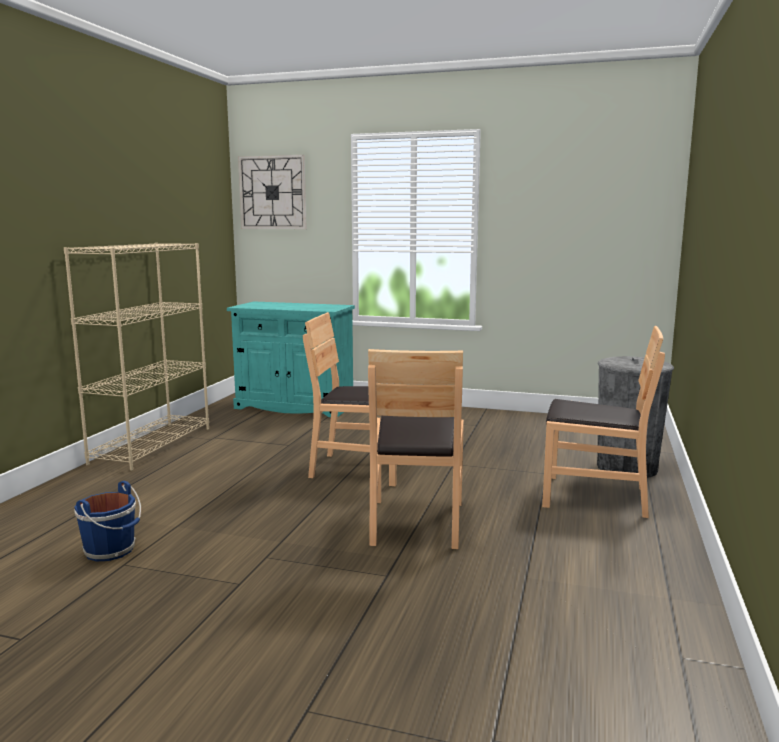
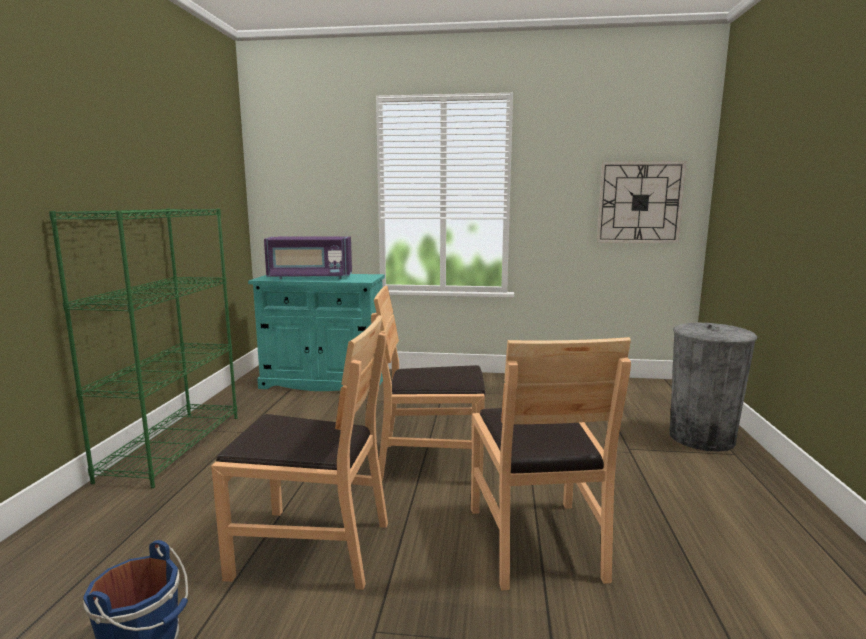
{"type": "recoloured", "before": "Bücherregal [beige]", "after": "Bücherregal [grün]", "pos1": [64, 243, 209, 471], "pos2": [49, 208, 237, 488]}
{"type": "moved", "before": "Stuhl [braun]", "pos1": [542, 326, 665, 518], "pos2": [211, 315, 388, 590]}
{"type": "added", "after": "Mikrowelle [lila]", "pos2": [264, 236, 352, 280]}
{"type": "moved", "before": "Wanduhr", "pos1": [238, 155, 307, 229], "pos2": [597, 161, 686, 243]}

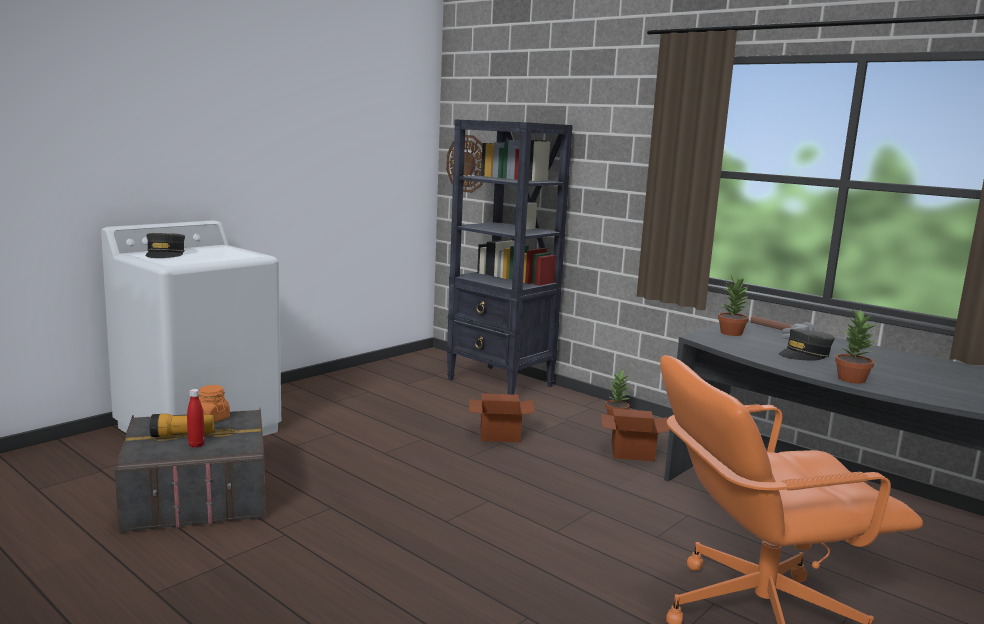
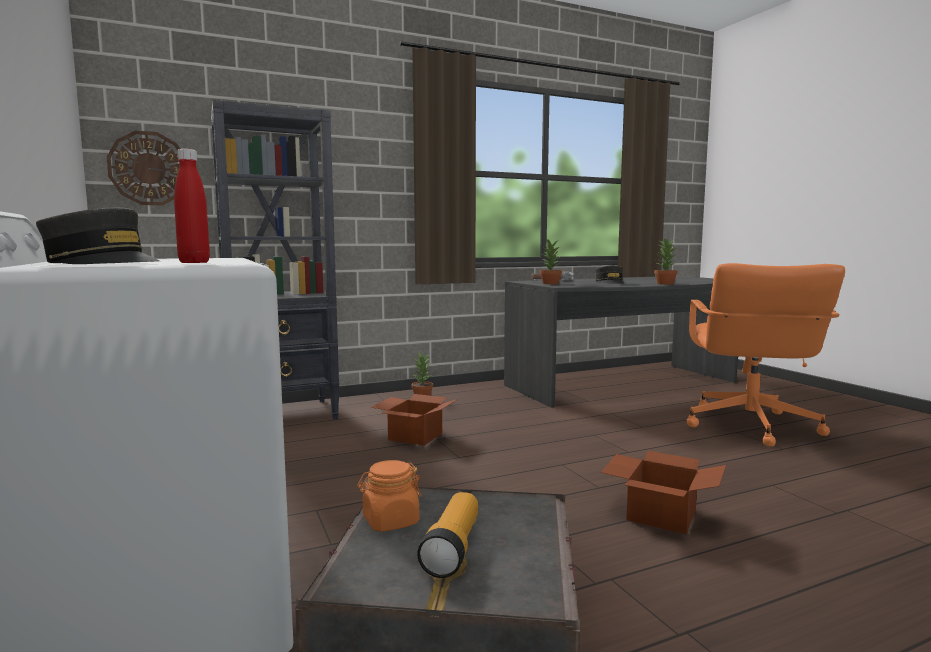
{"type": "moved", "before": "Flasche [rot]", "pos1": [187, 389, 205, 448], "pos2": [174, 149, 210, 263]}
{"type": "moved", "before": "Karton", "pos1": [601, 408, 669, 462], "pos2": [601, 451, 726, 534]}

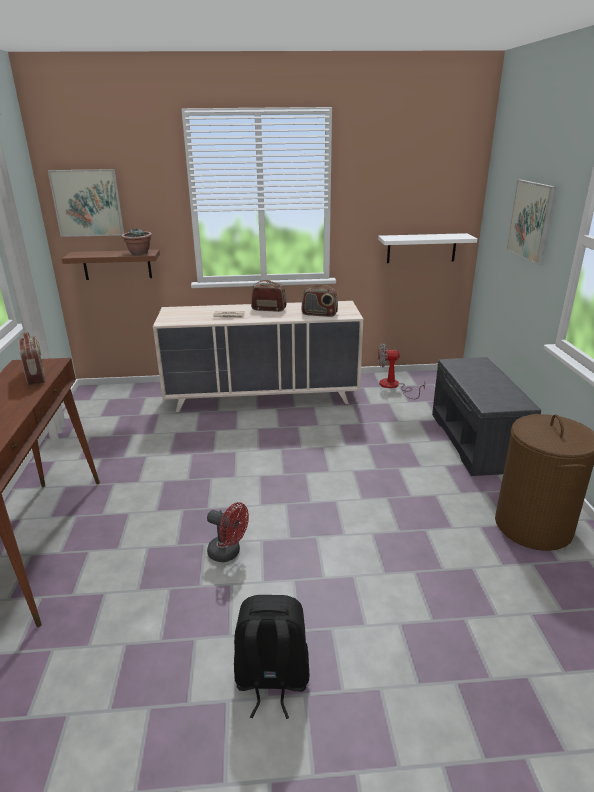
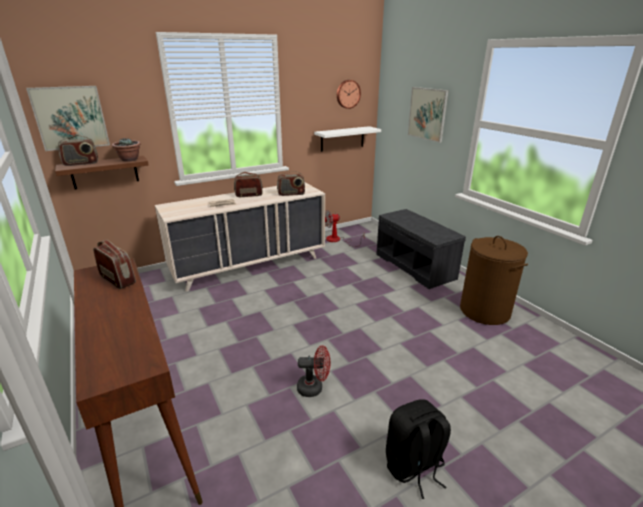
{"type": "added", "after": "Radio", "pos2": [58, 135, 98, 166]}
{"type": "added", "after": "Wanduhr", "pos2": [337, 80, 361, 109]}

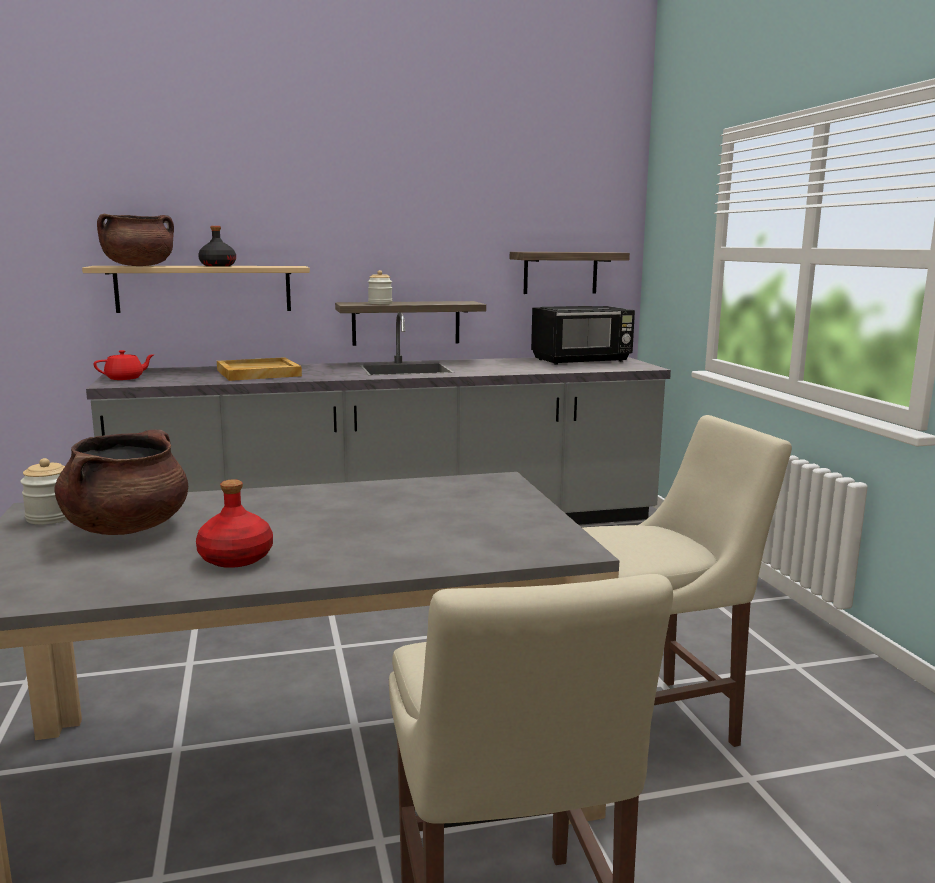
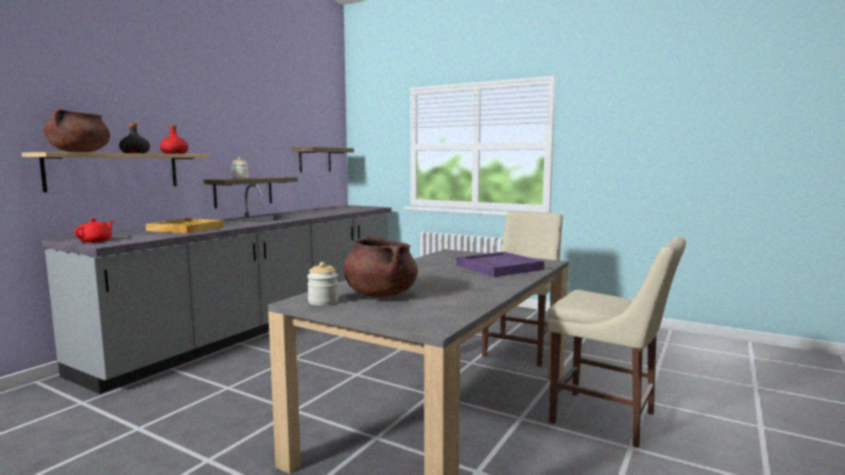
{"type": "moved", "before": "Flasche [rot]", "pos1": [196, 479, 273, 568], "pos2": [160, 125, 188, 154]}
{"type": "added", "after": "Tablett [lila]", "pos2": [456, 252, 544, 277]}
{"type": "removed", "before": "Mikrowelle [schwarz]", "pos1": [531, 306, 635, 365]}

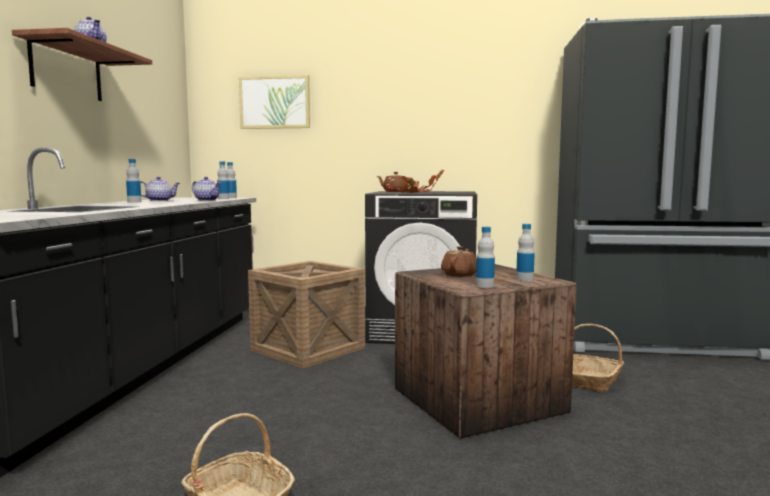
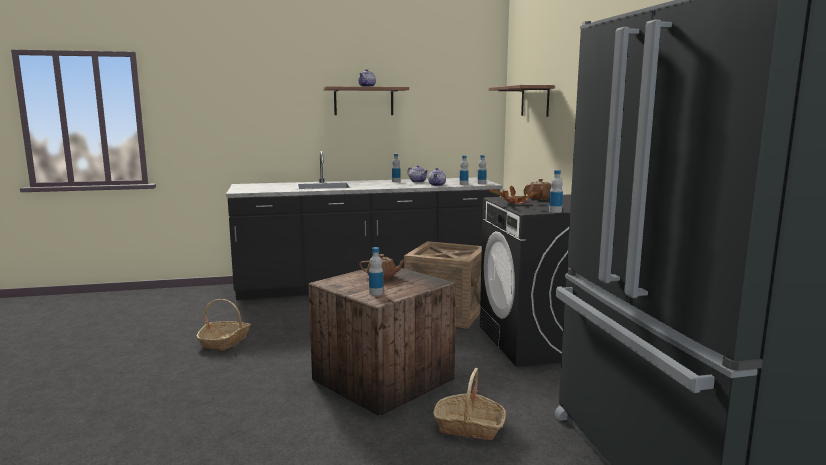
{"type": "replaced", "before": "Bild", "after": "Wandregal", "pos1": [239, 75, 310, 129], "pos2": [489, 85, 555, 117]}
{"type": "moved", "before": "Flasche", "pos1": [476, 227, 495, 288], "pos2": [549, 170, 563, 213]}

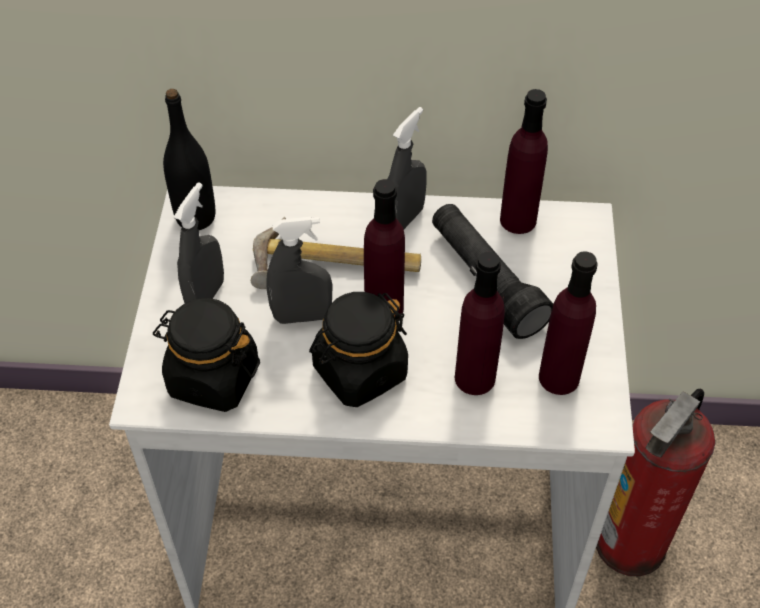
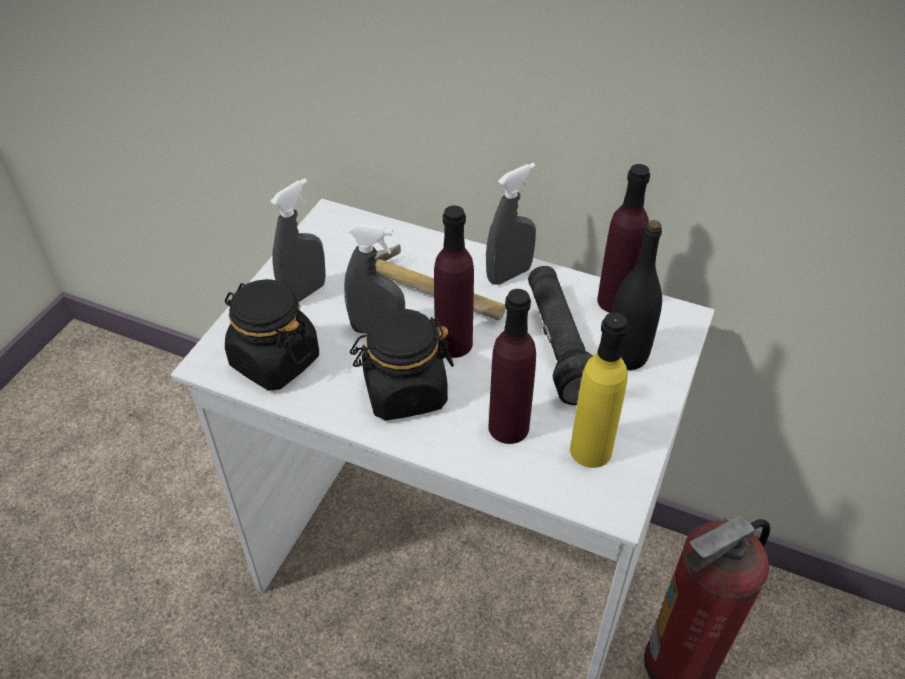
{"type": "recoloured", "before": "Flasche [lila]", "after": "Flasche [gelb]", "pos1": [539, 251, 597, 395], "pos2": [570, 312, 628, 468]}
{"type": "moved", "before": "Flasche [schwarz]", "pos1": [163, 89, 215, 230], "pos2": [612, 220, 662, 370]}

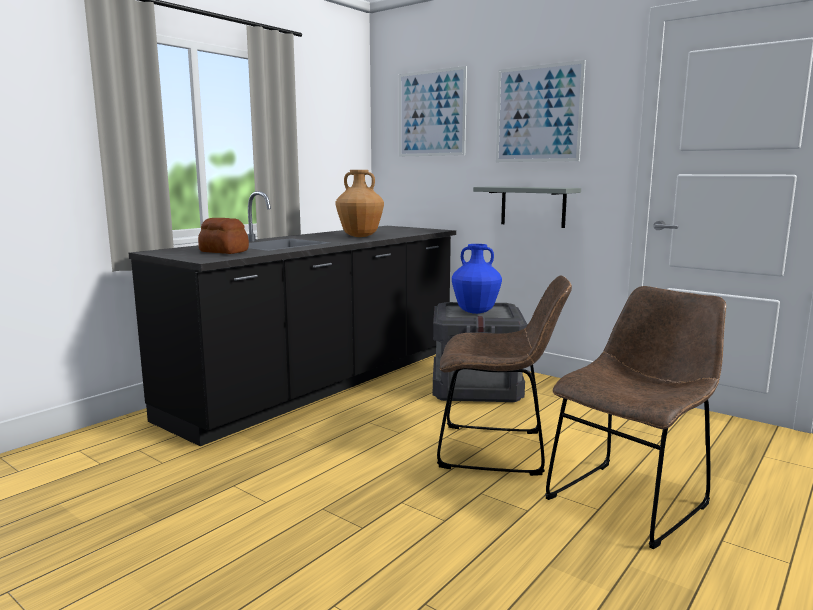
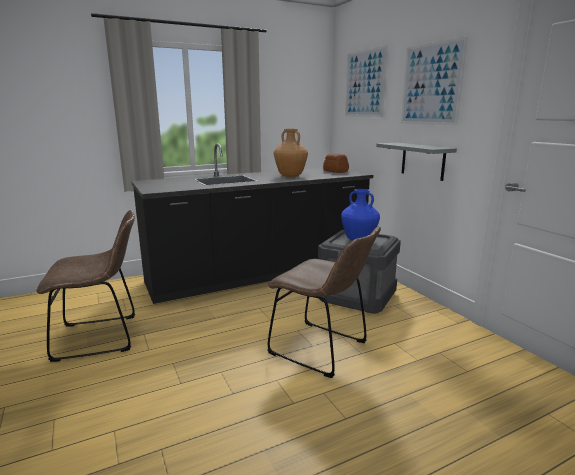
{"type": "moved", "before": "Stuhl [braun]", "pos1": [545, 286, 726, 549], "pos2": [37, 210, 135, 362]}
{"type": "moved", "before": "Brot", "pos1": [198, 218, 249, 254], "pos2": [323, 153, 349, 173]}

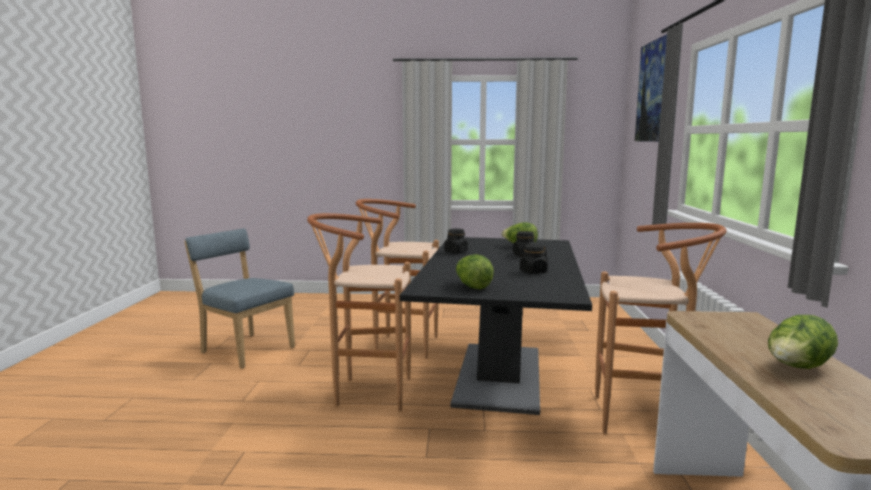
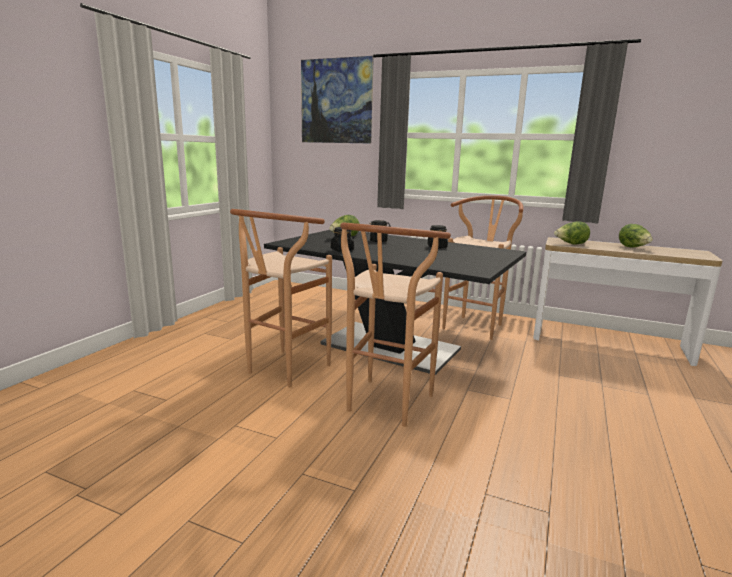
{"type": "moved", "before": "Salatkopf", "pos1": [456, 254, 494, 289], "pos2": [554, 221, 590, 245]}
{"type": "removed", "before": "Stuhl [blau]", "pos1": [184, 228, 295, 369]}

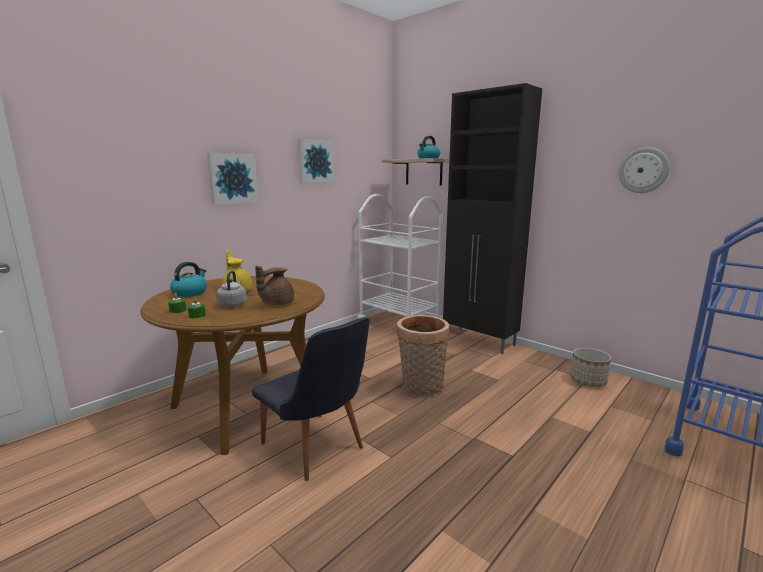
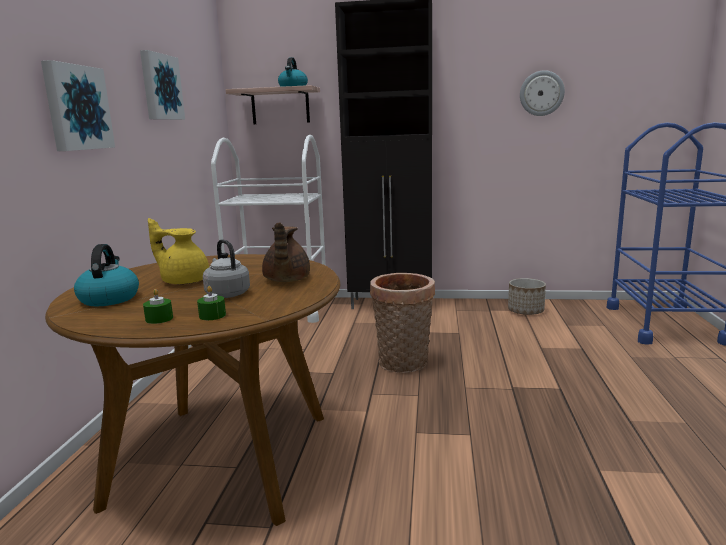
{"type": "removed", "before": "Stuhl [schwarz]", "pos1": [252, 317, 370, 481]}

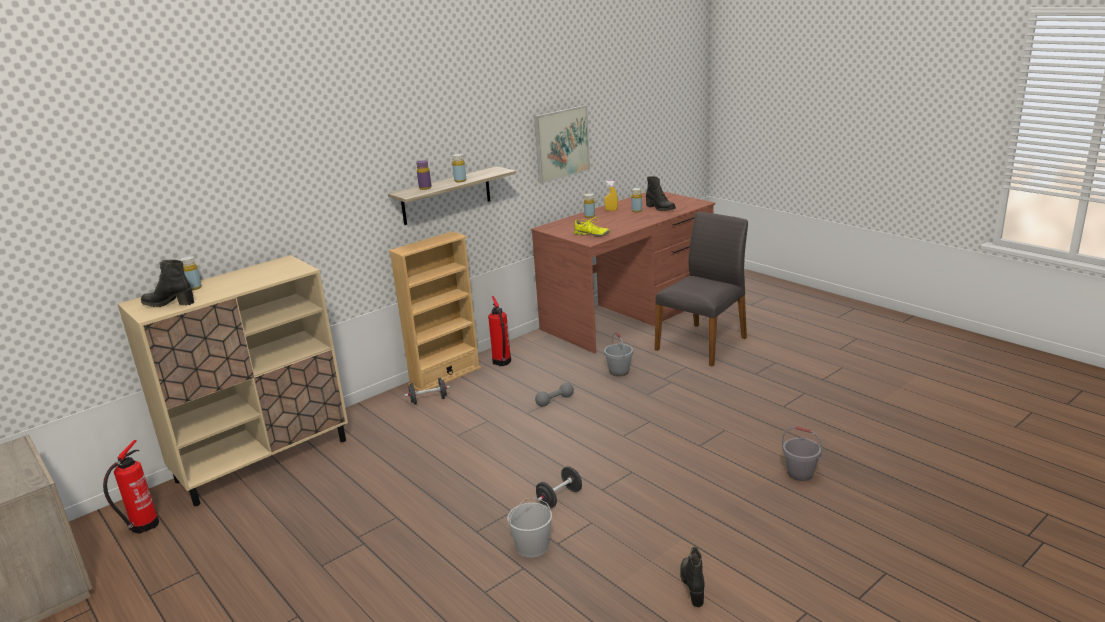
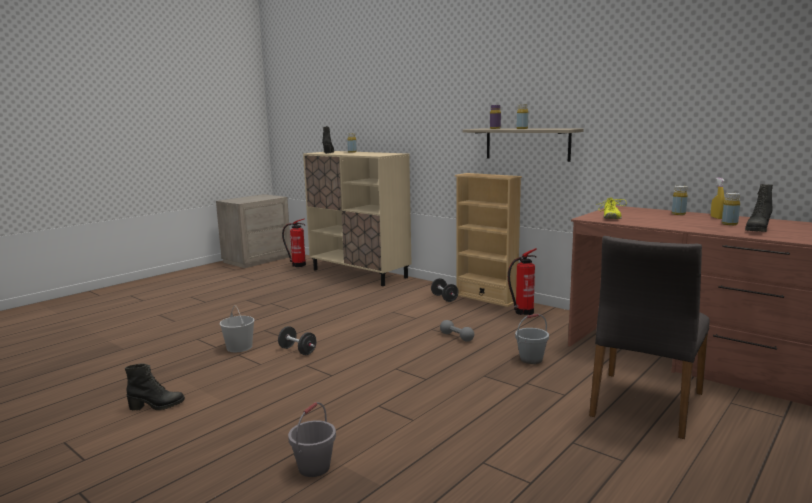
{"type": "turned", "before": "Stuhl [grau]", "pos1": [655, 212, 748, 367], "pos2": [589, 236, 710, 439], "turn": 90}
{"type": "removed", "before": "Bild", "pos1": [534, 105, 590, 184]}

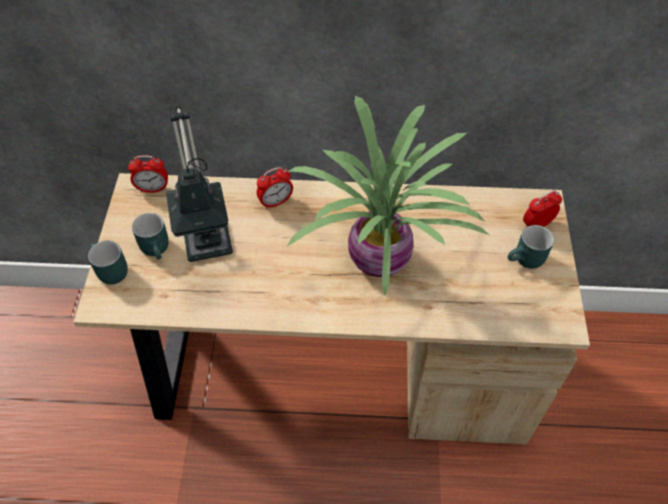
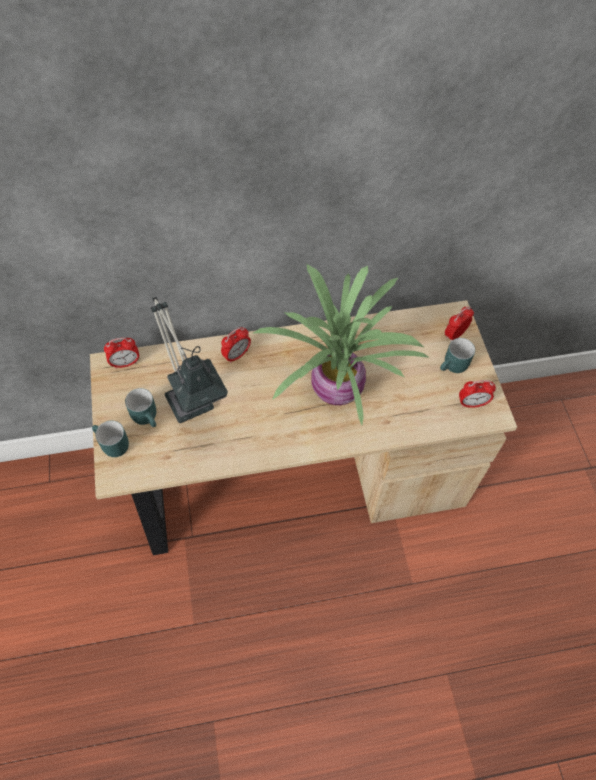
{"type": "added", "after": "Wecker", "pos2": [459, 380, 496, 408]}

